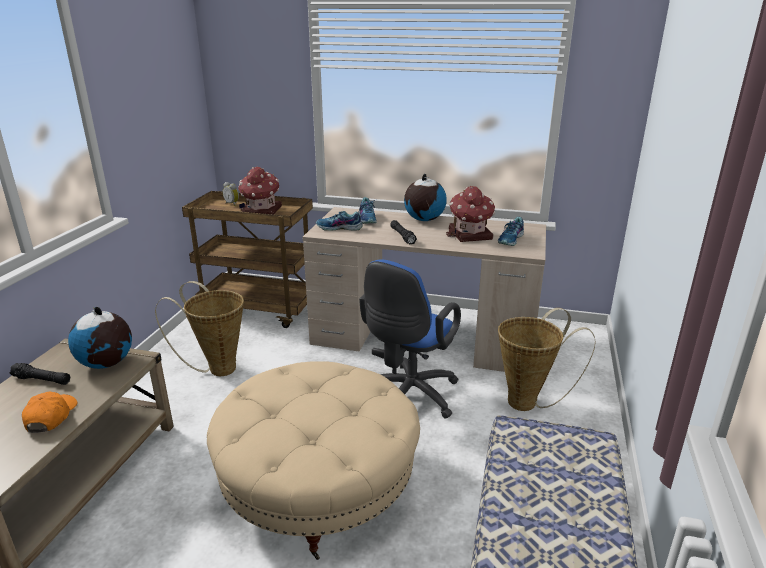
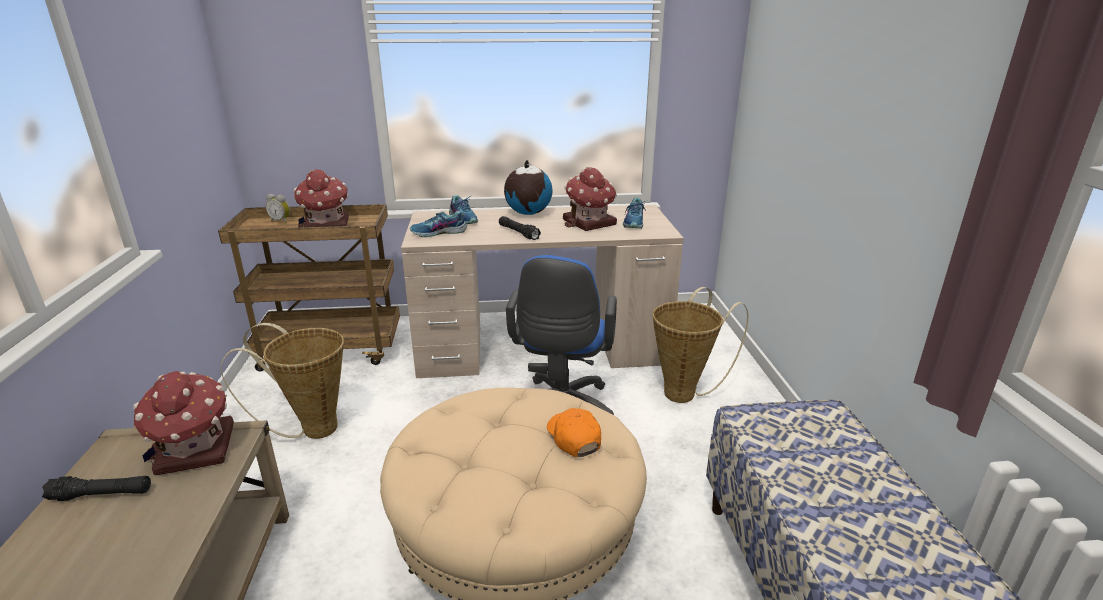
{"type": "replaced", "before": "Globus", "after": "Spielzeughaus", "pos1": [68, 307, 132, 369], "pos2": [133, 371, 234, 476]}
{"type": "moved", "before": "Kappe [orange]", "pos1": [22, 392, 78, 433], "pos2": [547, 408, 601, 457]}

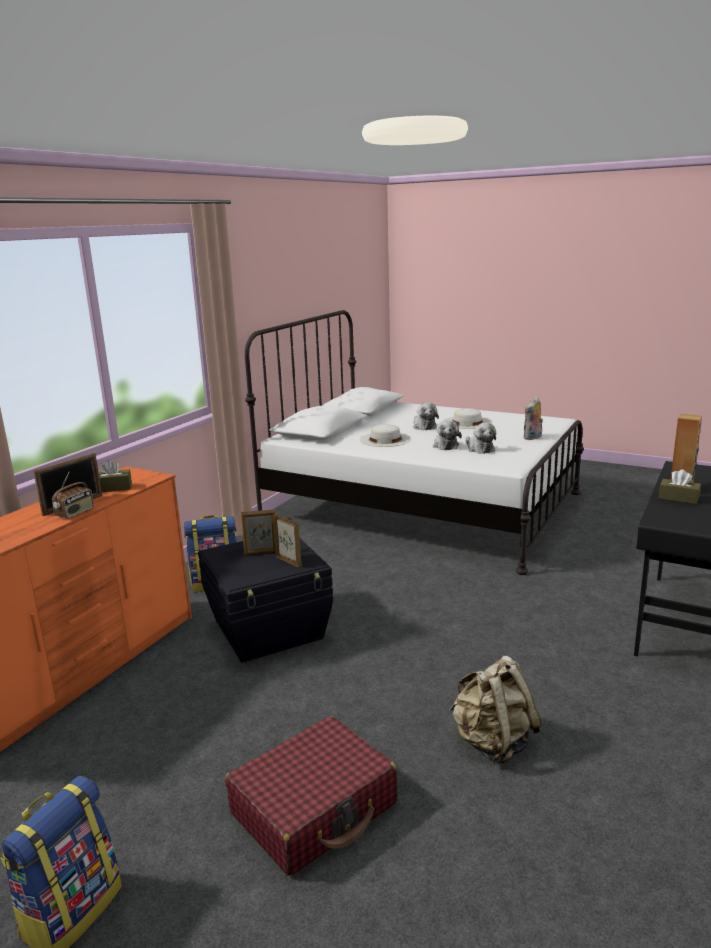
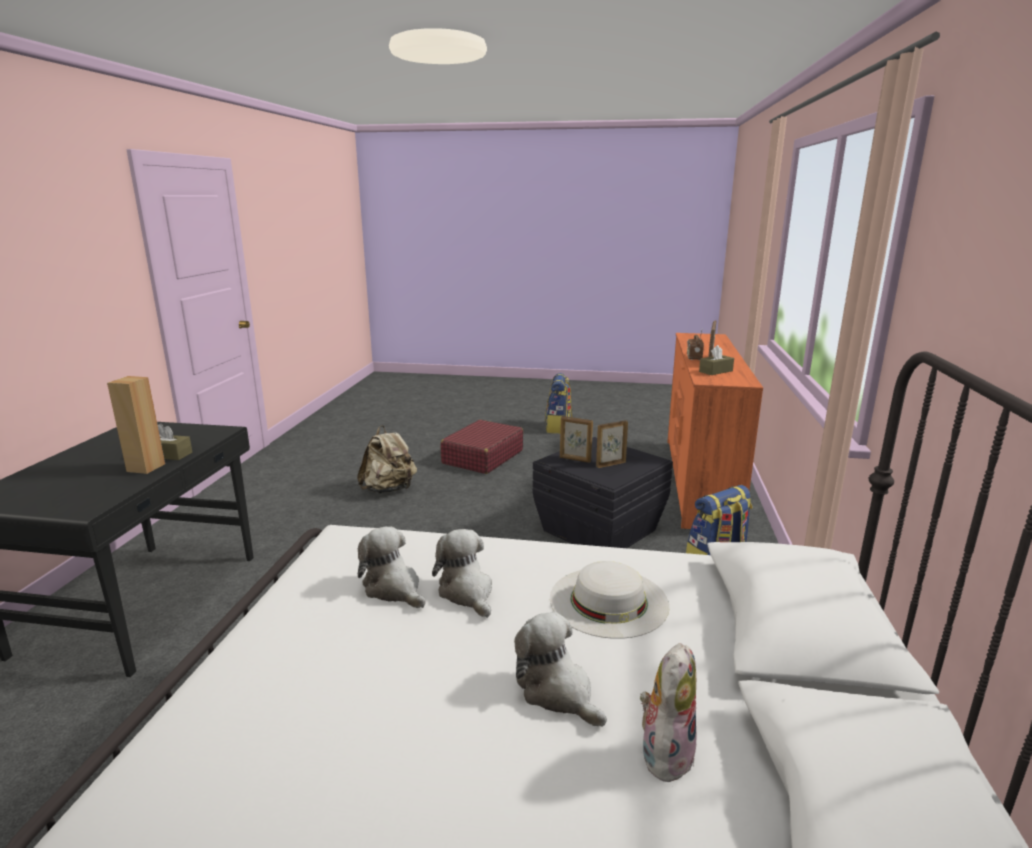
{"type": "moved", "before": "Plüschtier", "pos1": [523, 397, 543, 440], "pos2": [640, 643, 697, 784]}
{"type": "removed", "before": "Hut [weiß]", "pos1": [445, 408, 492, 429]}

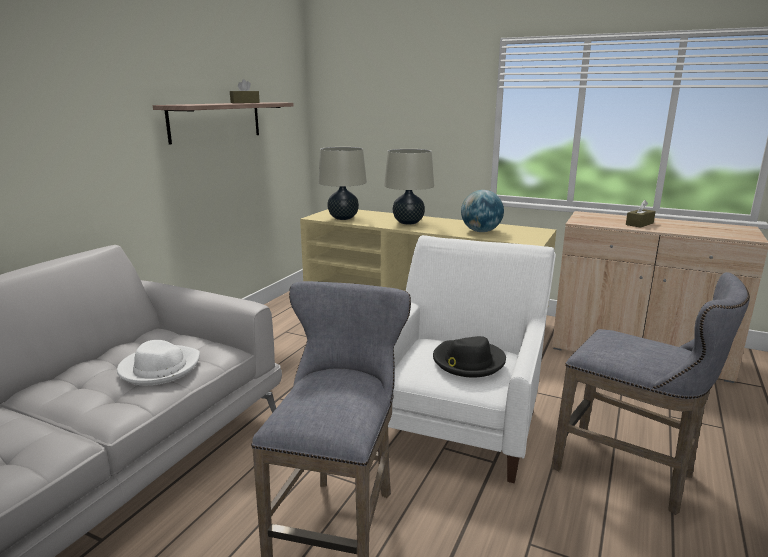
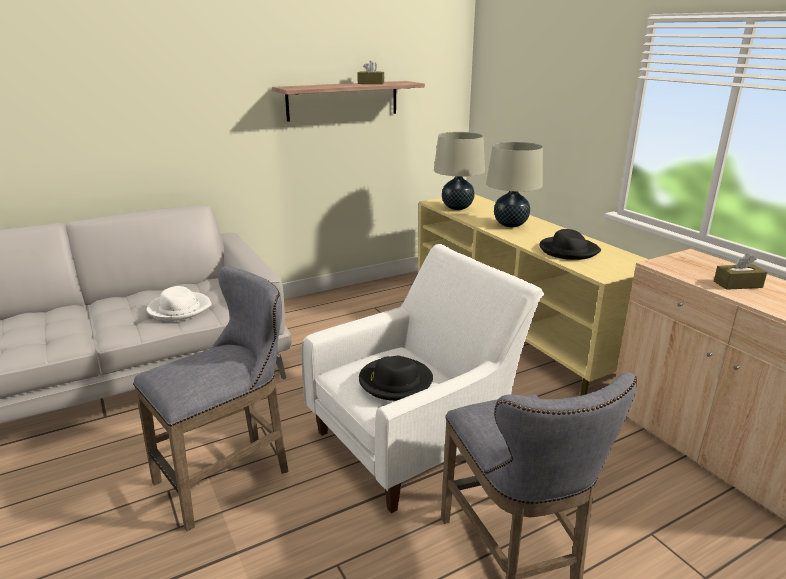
{"type": "replaced", "before": "Globus", "after": "Hut [schwarz]", "pos1": [461, 190, 504, 232], "pos2": [539, 229, 601, 260]}

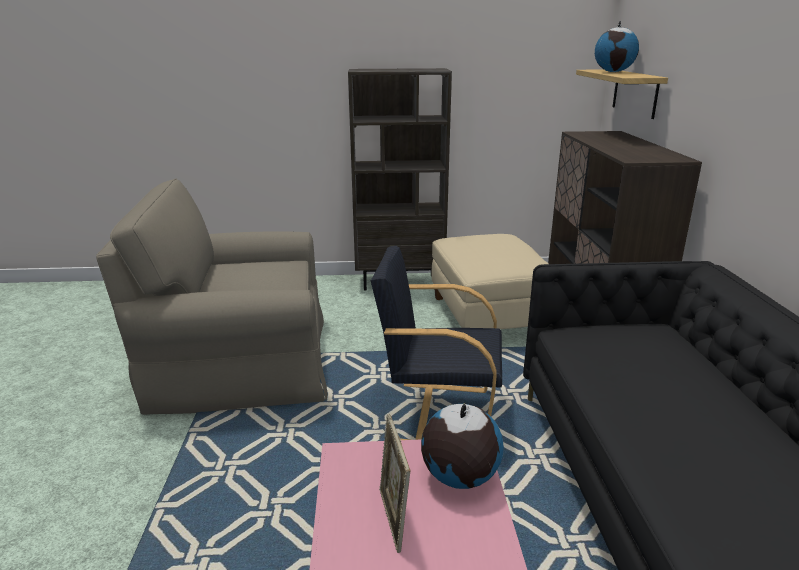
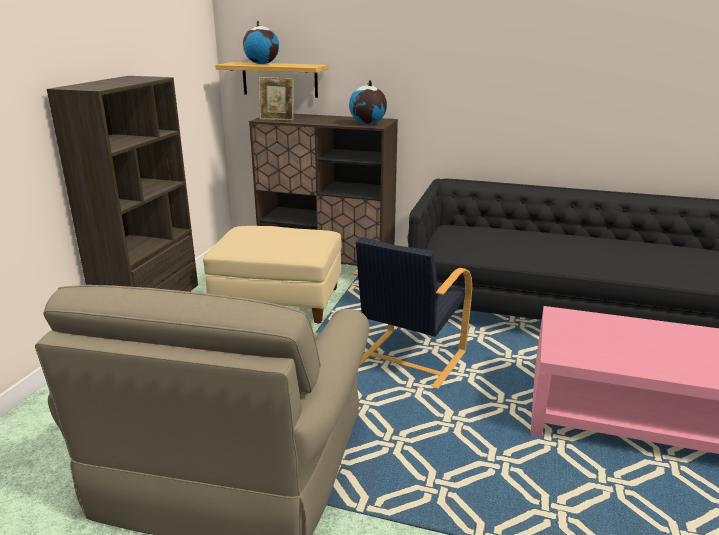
{"type": "moved", "before": "Bilderrahmen", "pos1": [379, 414, 410, 553], "pos2": [259, 77, 294, 121]}
{"type": "moved", "before": "Globus", "pos1": [421, 403, 504, 489], "pos2": [349, 80, 387, 124]}

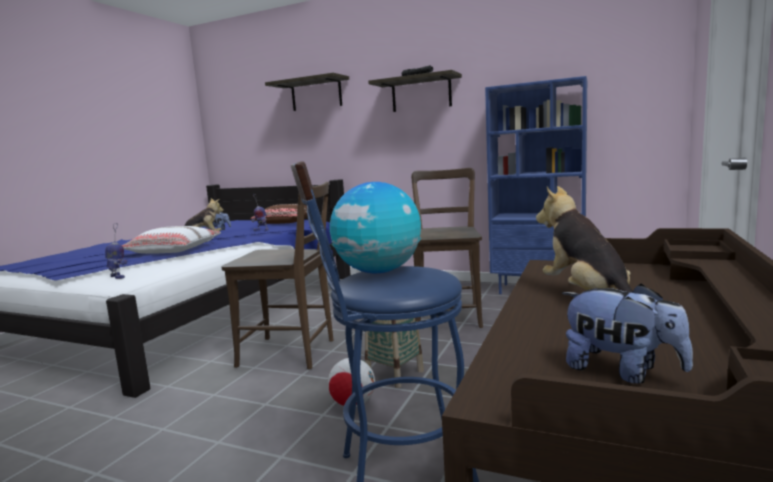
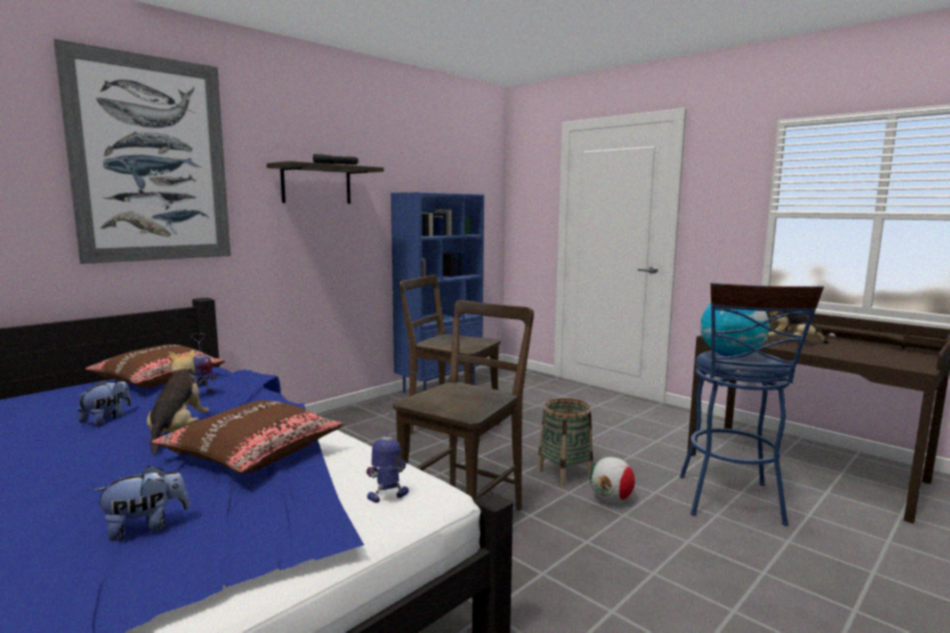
{"type": "replaced", "before": "Wandregal", "after": "Bild", "pos1": [265, 73, 349, 111], "pos2": [54, 39, 231, 264]}
{"type": "moved", "before": "Plüschtier", "pos1": [562, 283, 693, 384], "pos2": [93, 466, 190, 541]}
{"type": "recoloured", "before": "Kissen [weiß]", "after": "Kissen [braun]", "pos1": [122, 226, 221, 254], "pos2": [152, 400, 345, 473]}

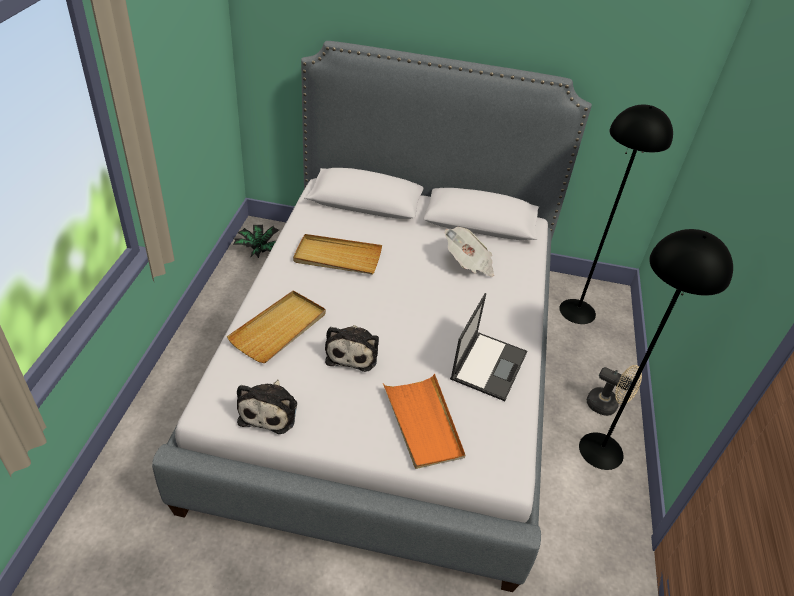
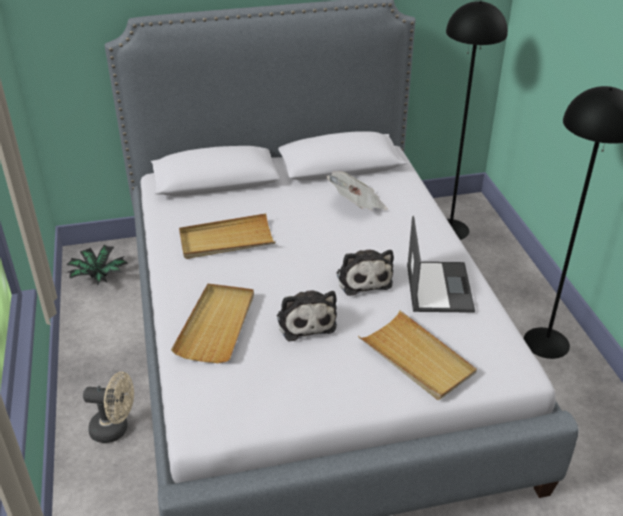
{"type": "moved", "before": "Ventilator [beige]", "pos1": [587, 365, 642, 416], "pos2": [83, 372, 134, 443]}
{"type": "moved", "before": "Plüschtier", "pos1": [237, 380, 297, 434], "pos2": [336, 250, 394, 296]}
{"type": "recoloured", "before": "Tablett [orange]", "after": "Tablett [beige]", "pos1": [383, 374, 465, 469], "pos2": [358, 310, 477, 400]}

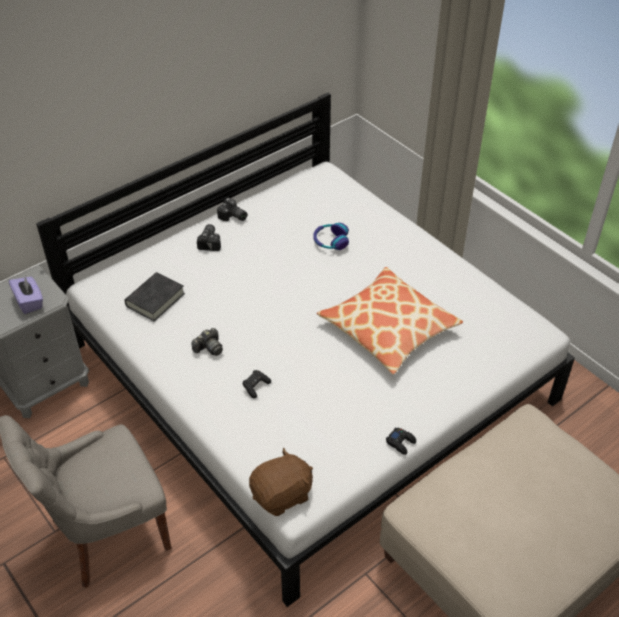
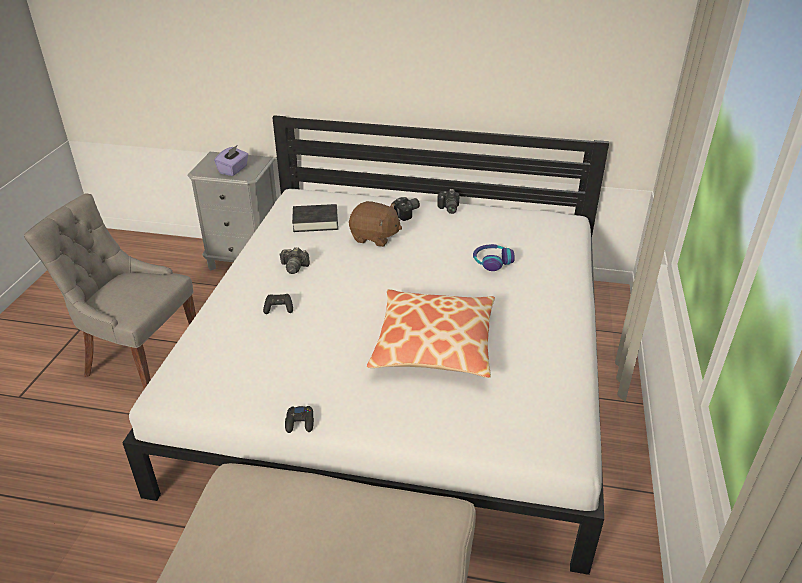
{"type": "moved", "before": "Plüschtier [braun]", "pos1": [249, 448, 313, 516], "pos2": [349, 201, 402, 247]}

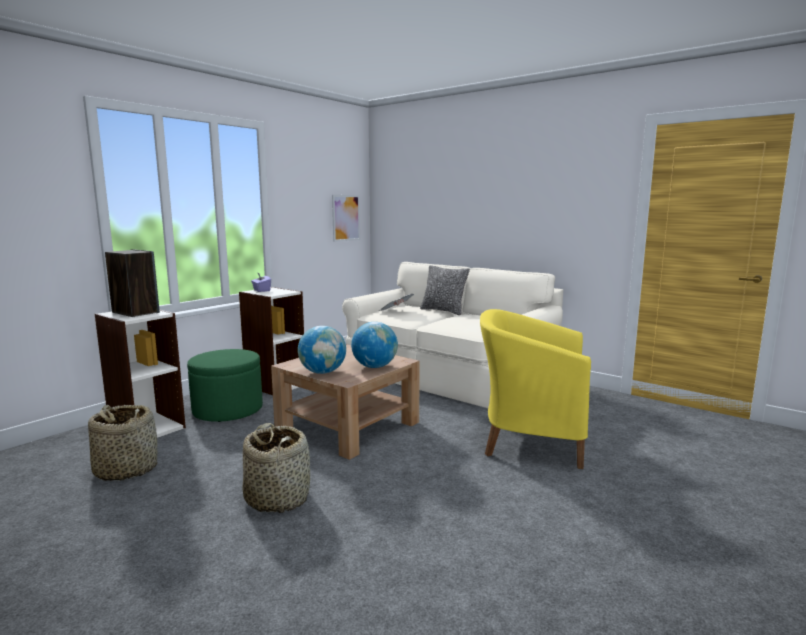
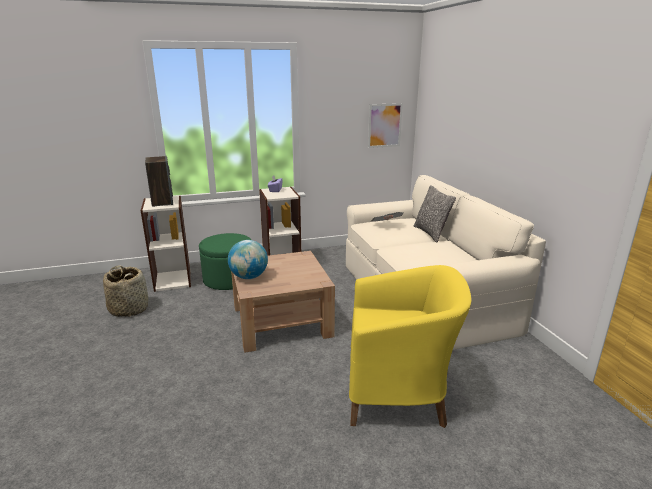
{"type": "turned", "before": "Sessel [gelb]", "pos1": [480, 309, 591, 469], "pos2": [349, 265, 471, 428], "turn": 135}
{"type": "removed", "before": "Korb", "pos1": [243, 423, 310, 513]}
{"type": "removed", "before": "Globus", "pos1": [351, 322, 398, 368]}

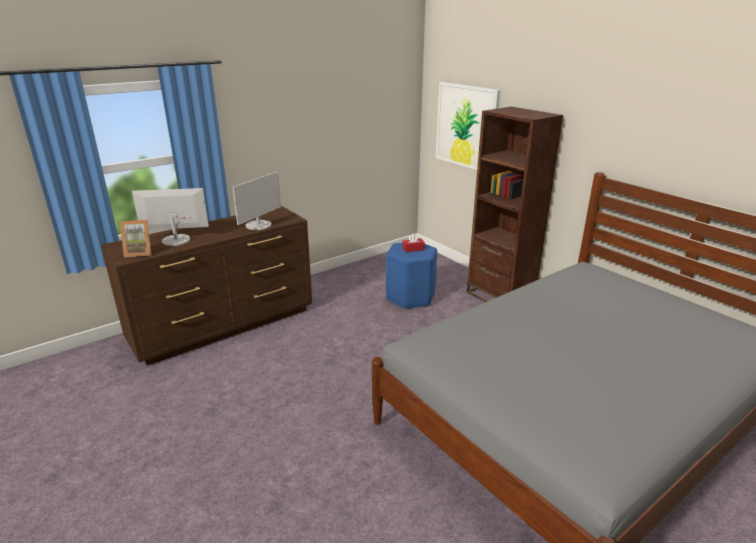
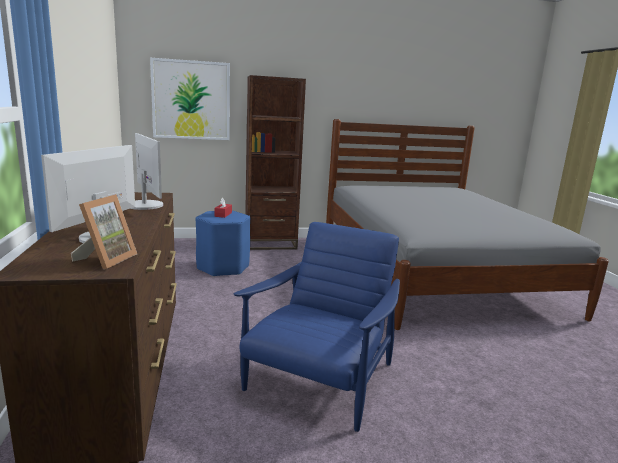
{"type": "added", "after": "Sessel [blau]", "pos2": [233, 222, 400, 432]}

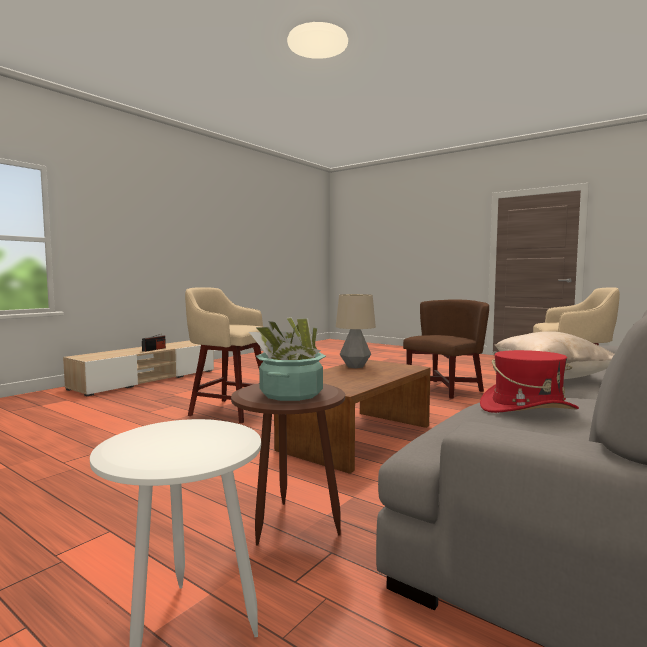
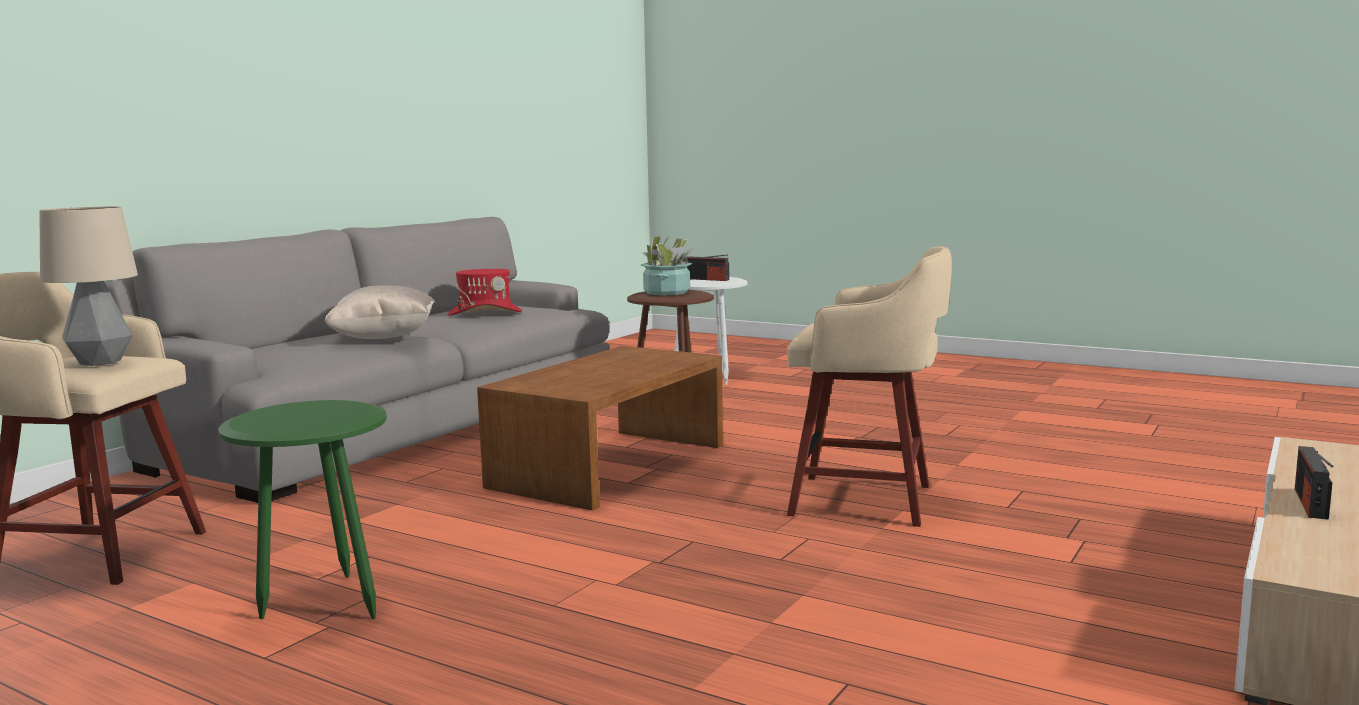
{"type": "moved", "before": "Tischlampe", "pos1": [336, 294, 376, 368], "pos2": [39, 207, 138, 366]}
{"type": "replaced", "before": "Sessel [braun]", "after": "Beistelltisch [grün]", "pos1": [403, 300, 489, 399], "pos2": [219, 400, 387, 619]}
{"type": "added", "after": "Radio", "pos2": [687, 254, 729, 281]}

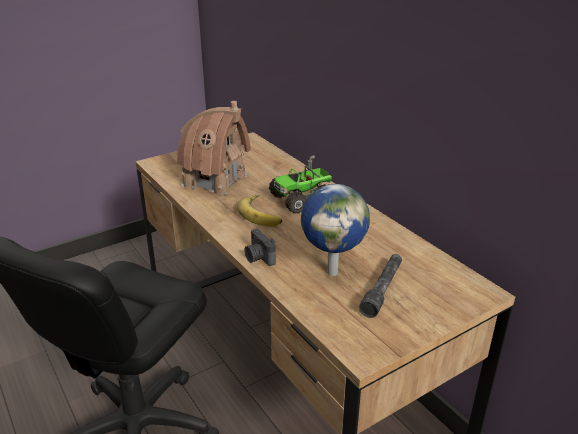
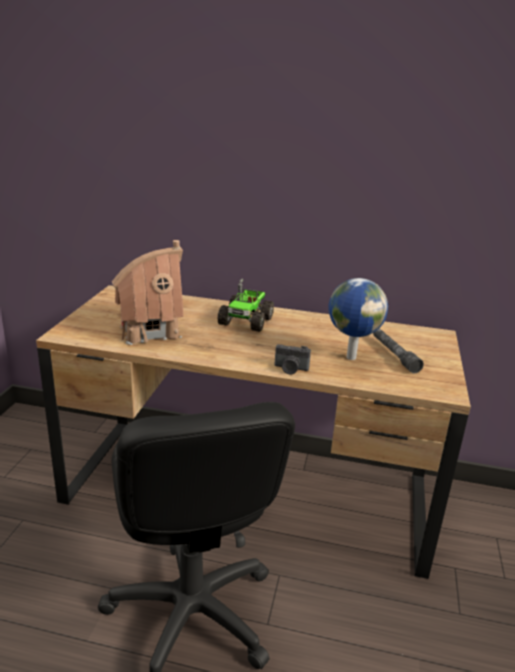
{"type": "removed", "before": "Banane", "pos1": [237, 195, 282, 227]}

